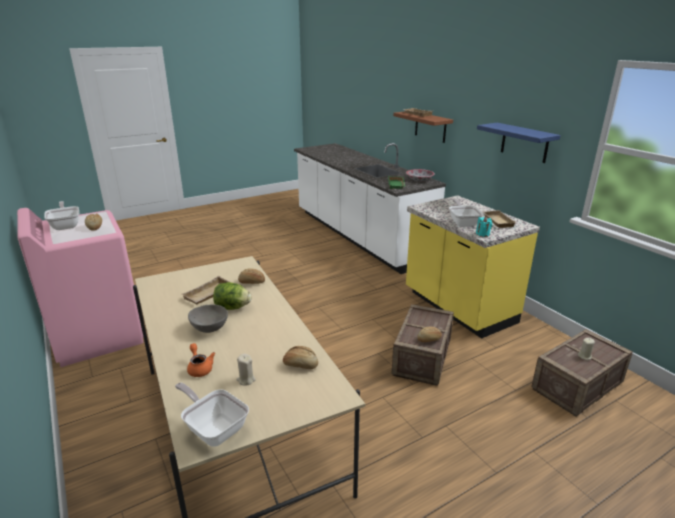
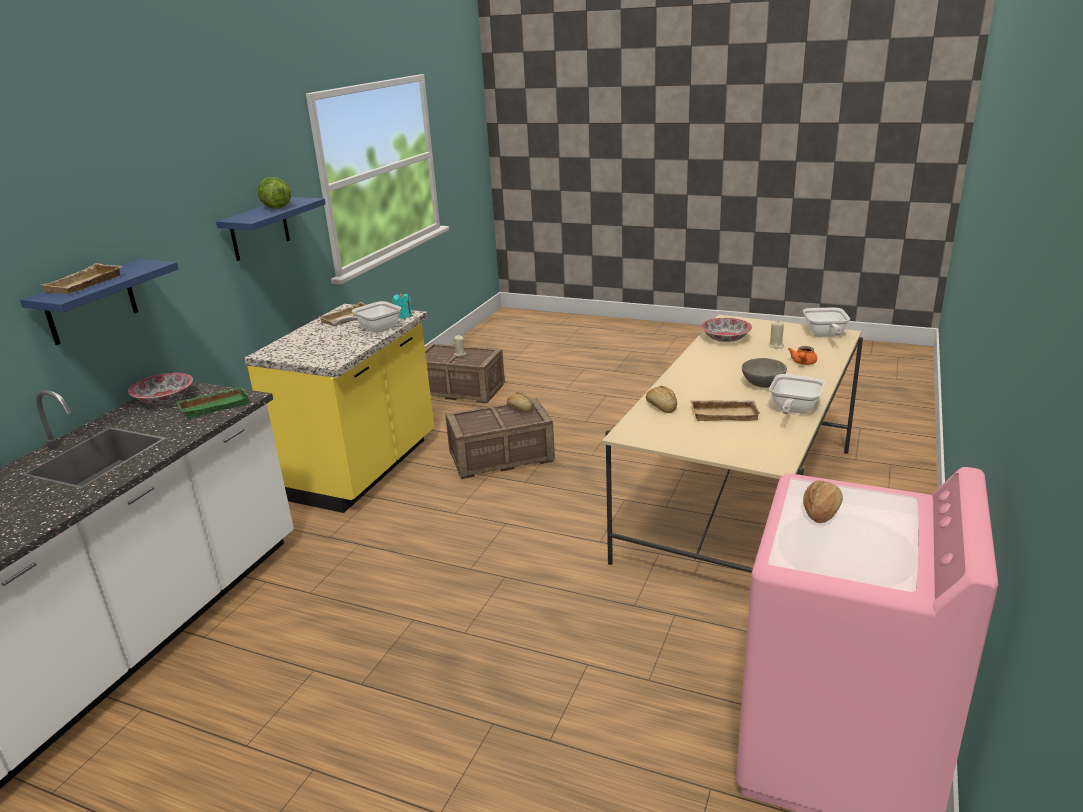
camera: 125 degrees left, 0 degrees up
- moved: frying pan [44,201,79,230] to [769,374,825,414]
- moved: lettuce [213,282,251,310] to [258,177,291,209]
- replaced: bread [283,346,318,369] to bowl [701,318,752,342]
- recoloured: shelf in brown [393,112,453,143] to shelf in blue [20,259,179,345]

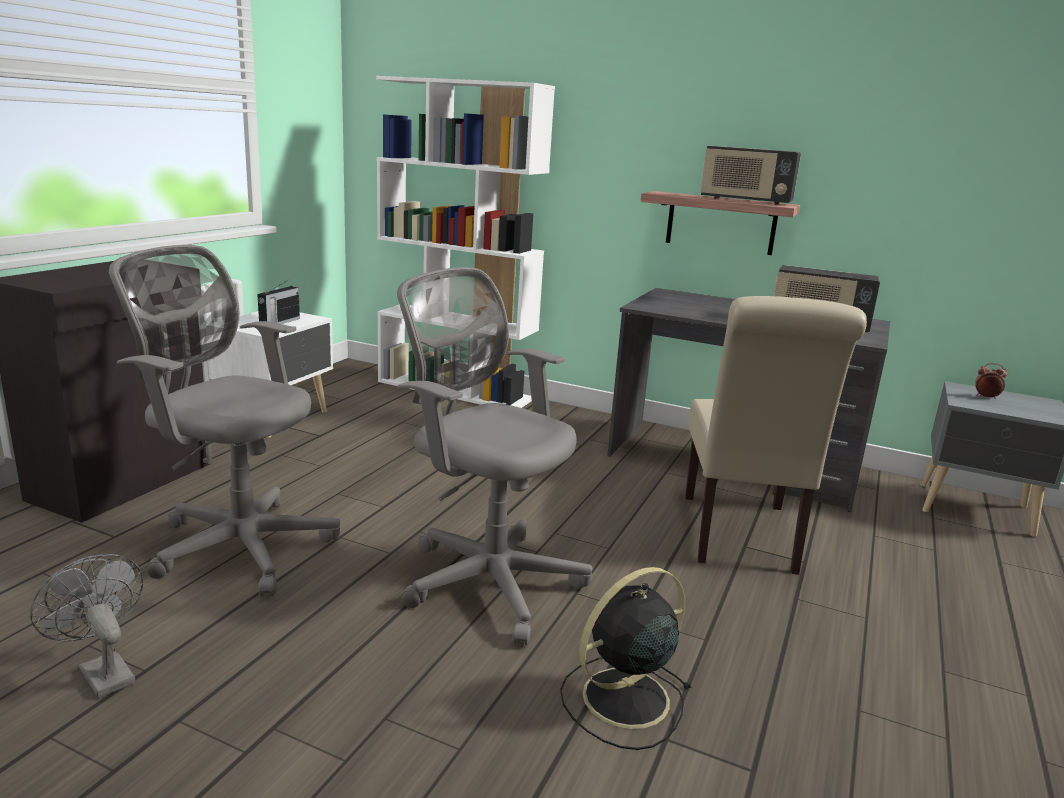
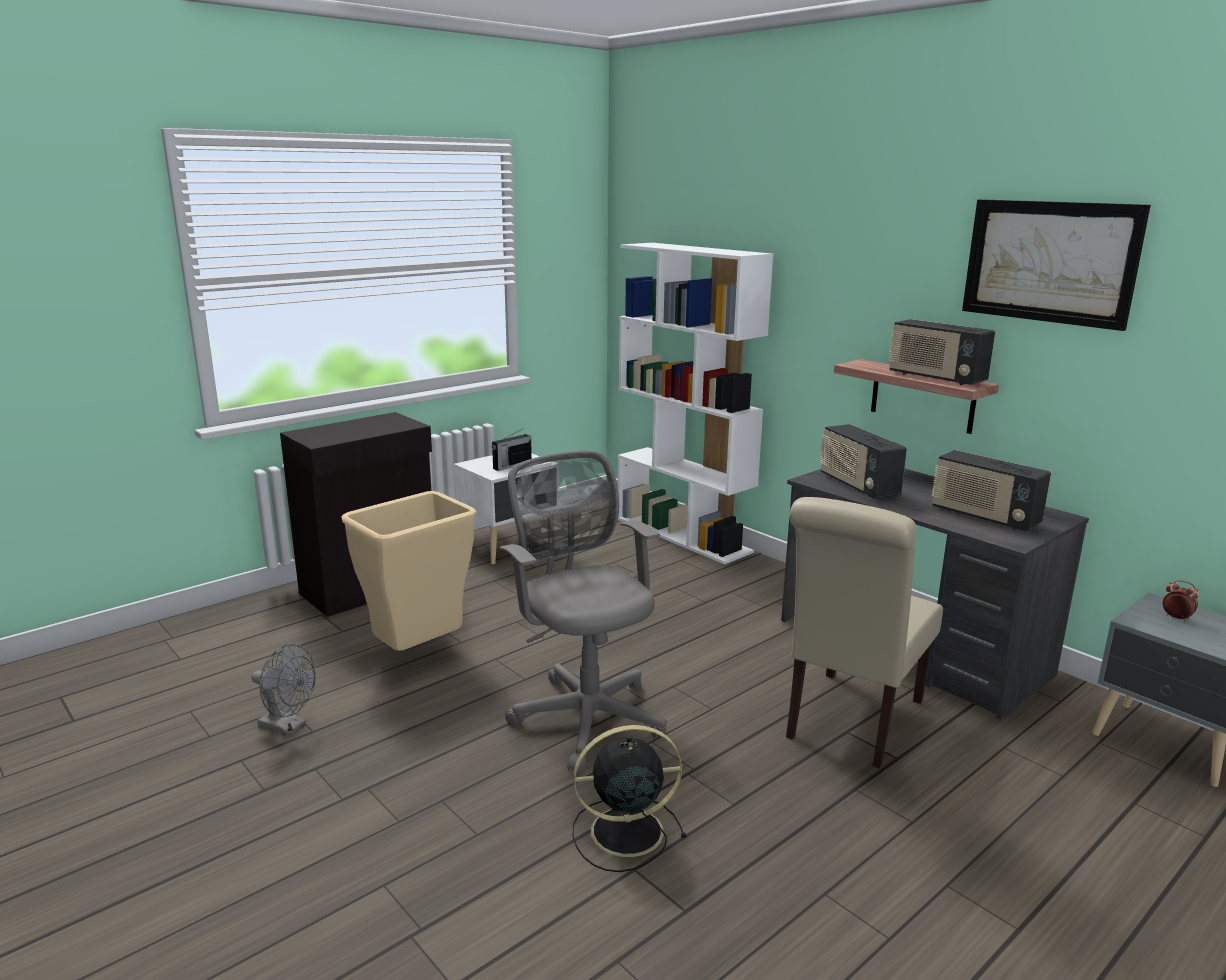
camera: 25 degrees right, 0 degrees up
- added: radio [820,424,907,499]
- added: picture [962,199,1151,331]
- replaced: office chair in grey [109,245,340,597] to trash can in beige [341,491,476,651]
- turned: fan in grey [30,554,143,698] = [251,644,316,735] 135 degrees clockwise

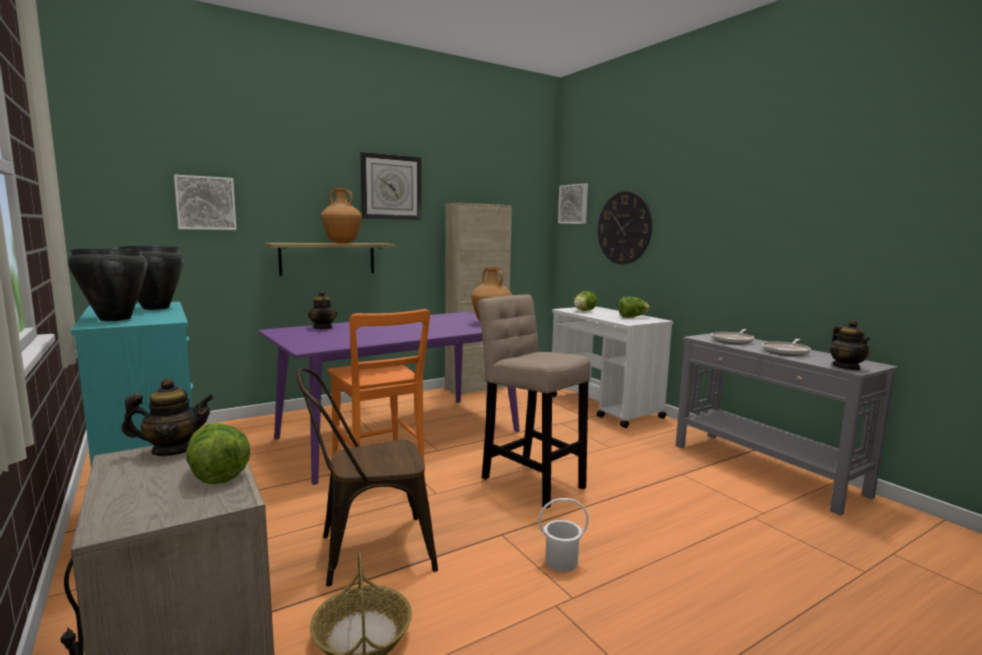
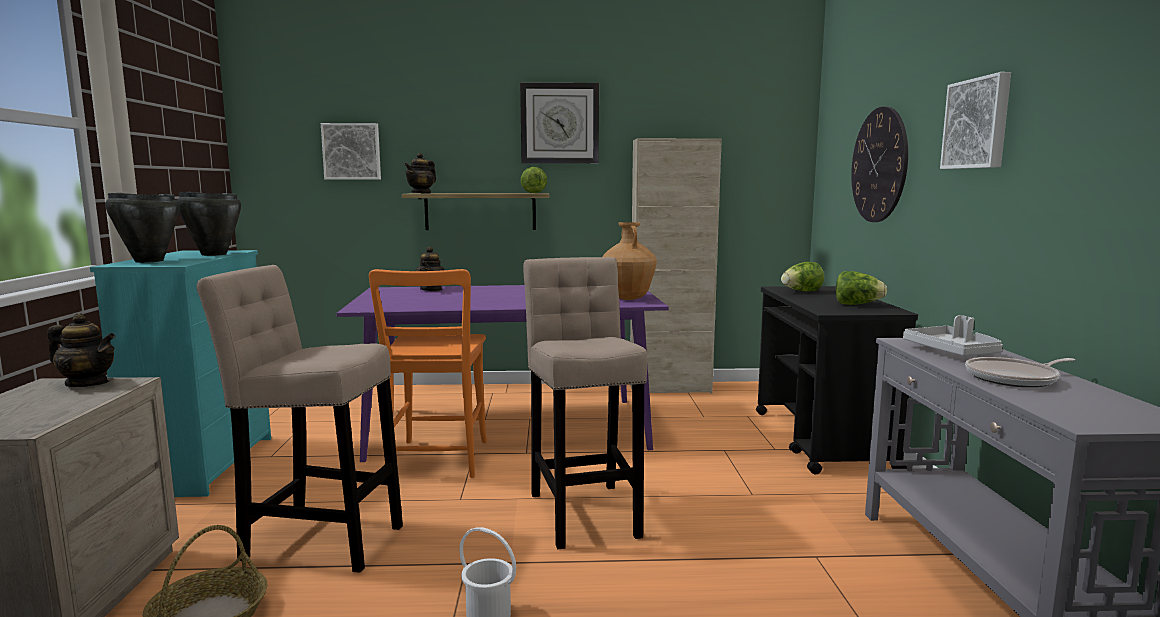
camera: 30 degrees right, 0 degrees up
- removed: vase in brown [321,188,362,243]
- moved: lettuce [186,423,250,484] to [521,167,547,193]
- moved: picture [558,183,588,224] to [940,72,1011,169]
- moved: teapot [829,320,870,371] to [404,153,436,193]
- replaced: chair in brown [296,367,438,587] to stool in beige [196,265,403,573]
- replaced: frying pan [711,329,754,345] to tray in grey [903,315,1003,356]
- recoloured: cart in white [552,307,673,428] to cart in black [756,286,918,475]

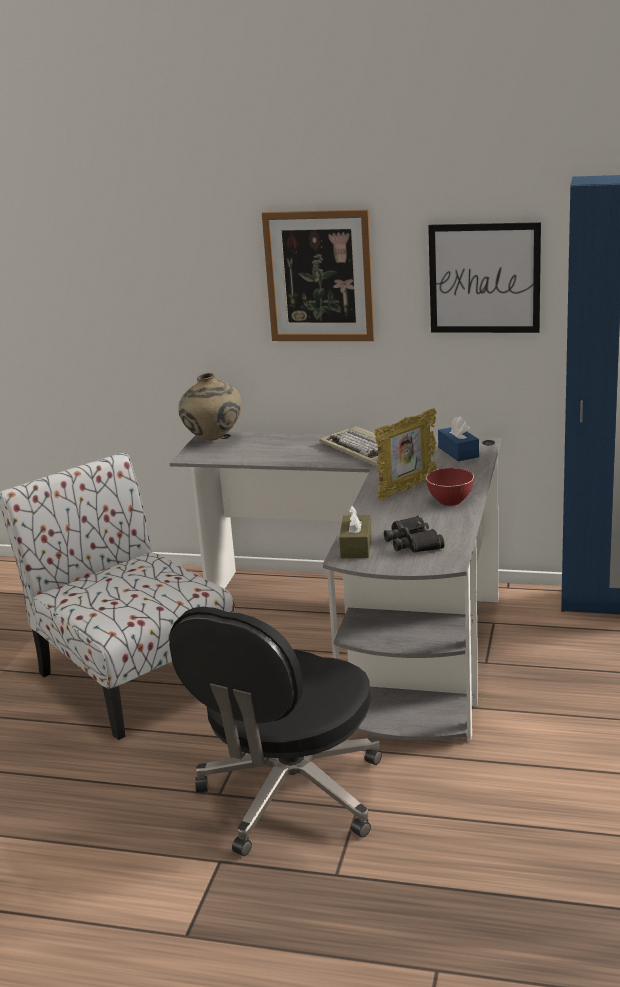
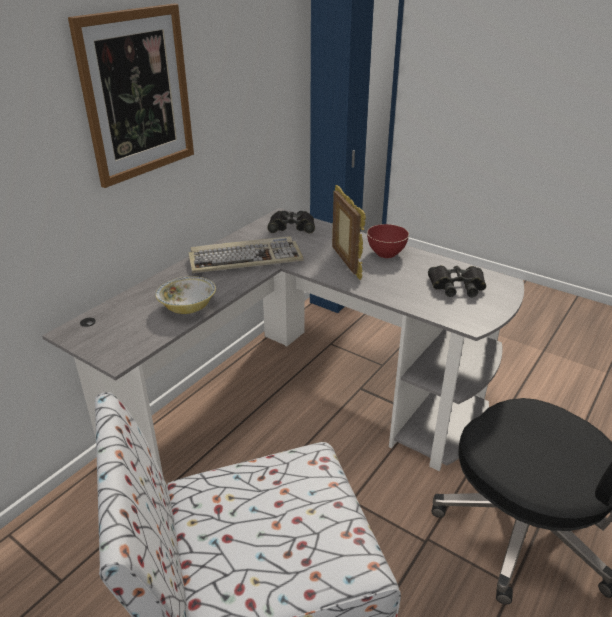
camera: 70 degrees left, 10 degrees up
- removed: vase in beige [178,373,242,441]
- removed: tissue box in brown [339,505,372,558]
- removed: picture [428,222,541,333]
- added: bowl [156,276,216,314]
- replaced: tissue box in blue [438,416,479,462] to binoculars in black [268,211,315,234]

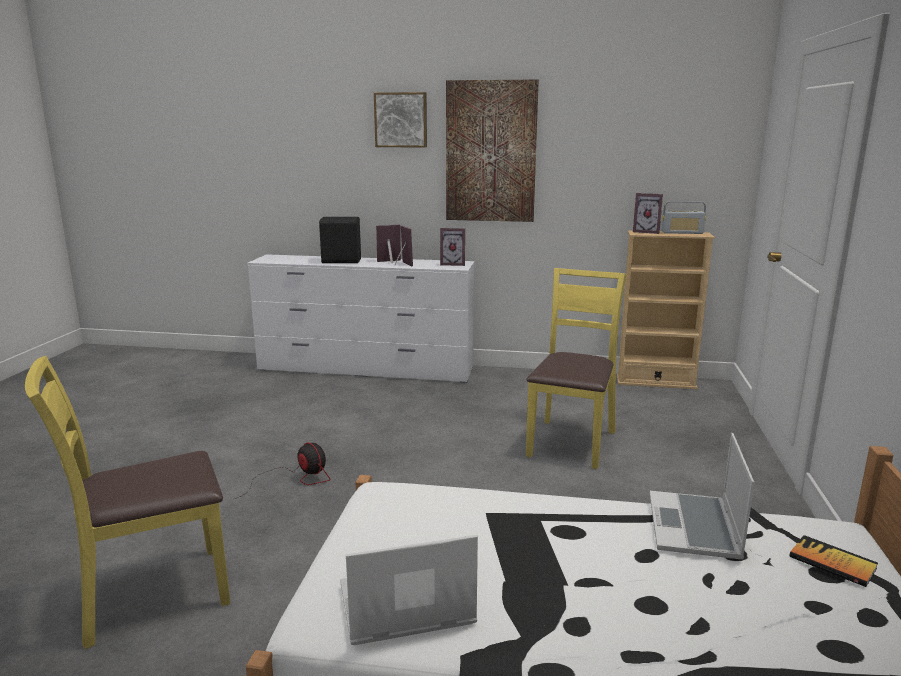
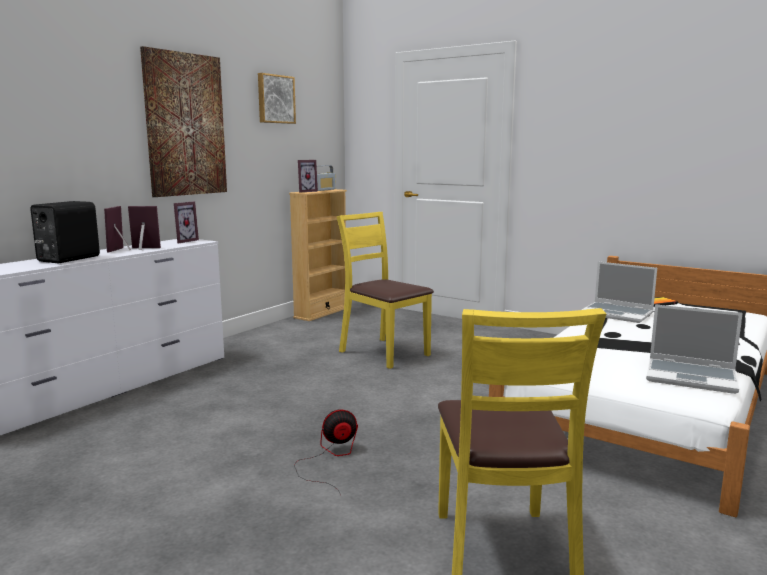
camera: 65 degrees left, 5 degrees down
- moved: picture [374,92,427,148] to [258,73,296,124]
- turned: laptop [340,535,478,645] = [646,304,743,394] 75 degrees counterclockwise

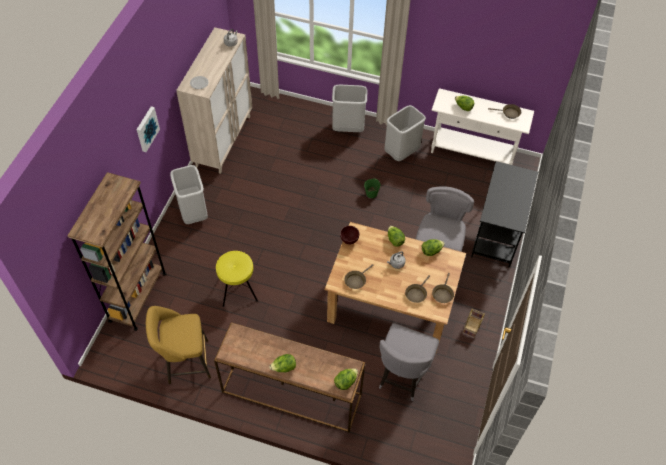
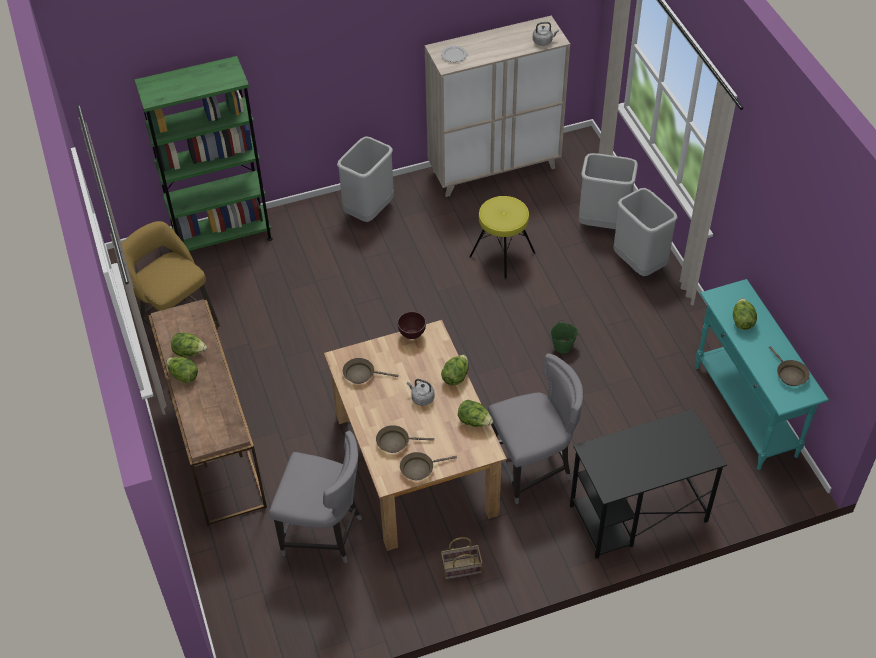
camera: 55 degrees right, 5 degrees down
- removed: picture [136,106,160,152]
- moved: stool in yellow [216,251,258,307] to [469,196,536,280]
- moved: lettuce [334,368,358,390] to [171,333,207,357]
- moved: trash can in grey [384,105,426,161] to [579,153,638,229]
- recoloured: bookcase in brown [67,172,166,331] to bookcase in green [134,56,272,251]
- recoloured: console table in white [431,88,534,165] to console table in turquoise [695,279,829,470]
- turned: chair in grey [379,323,439,401] = [269,431,362,563] 150 degrees counterclockwise

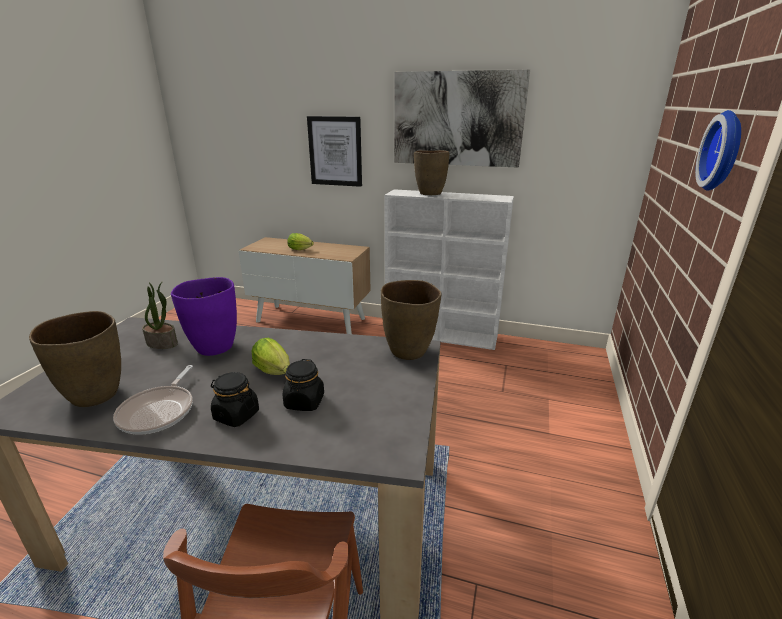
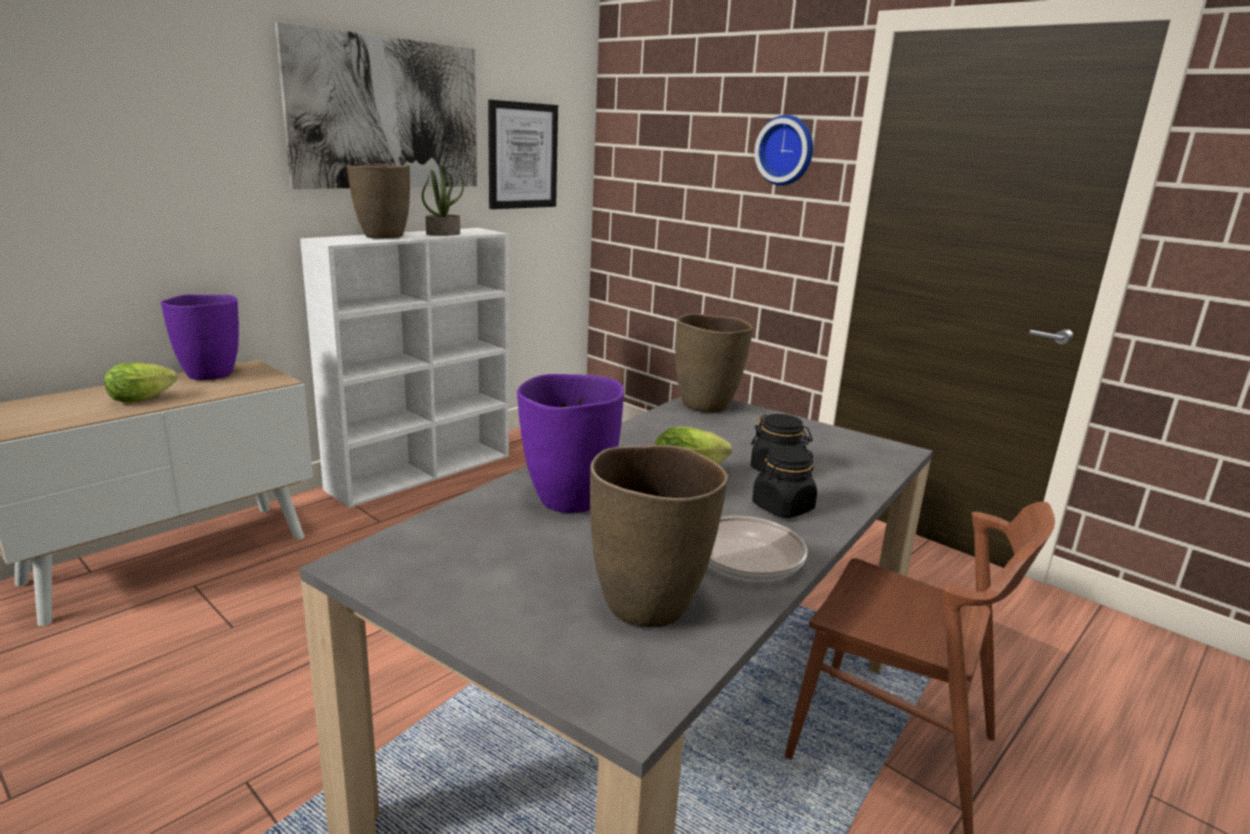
camera: 65 degrees left, 5 degrees down
- added: vase in purple [161,294,239,380]
- moved: potted plant [142,281,178,349] to [422,165,464,236]
- moved: picture [307,116,362,187] to [488,100,558,209]

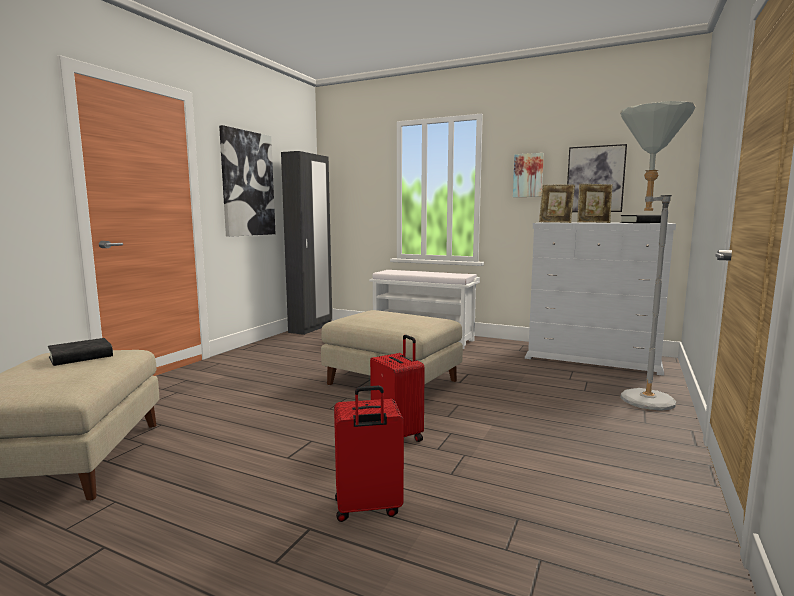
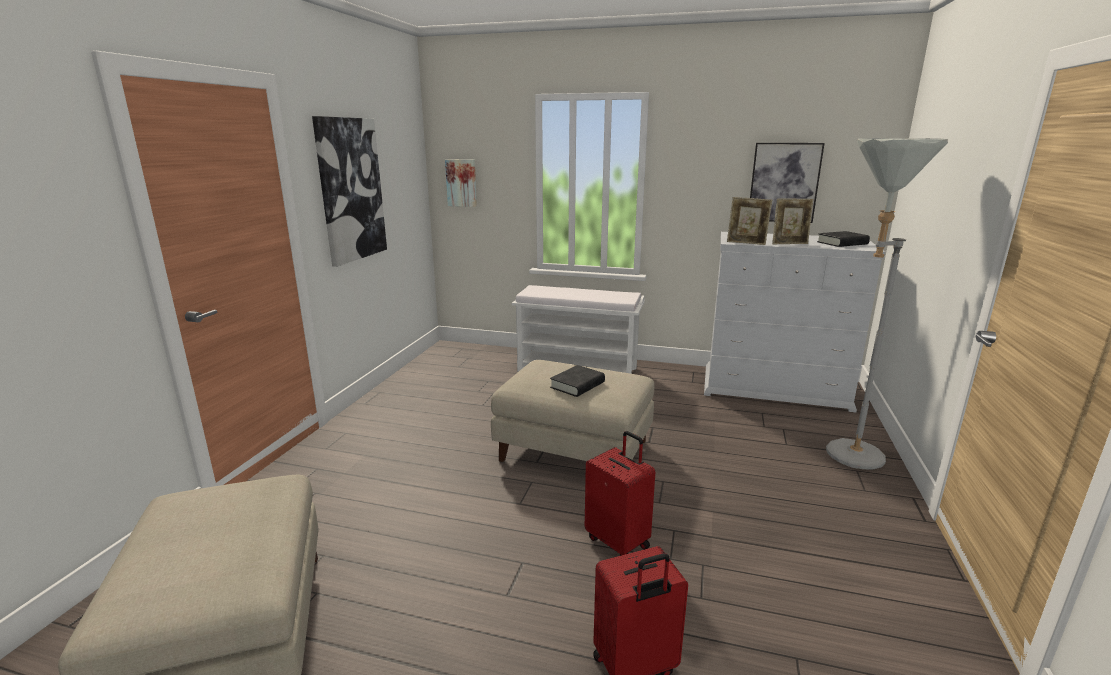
camera: 10 degrees left, 10 degrees up
- removed: wardrobe in black [281,151,332,335]
- moved: book in black [48,338,113,366] to [550,365,605,397]
- moved: picture [513,153,544,197] to [445,159,477,207]

